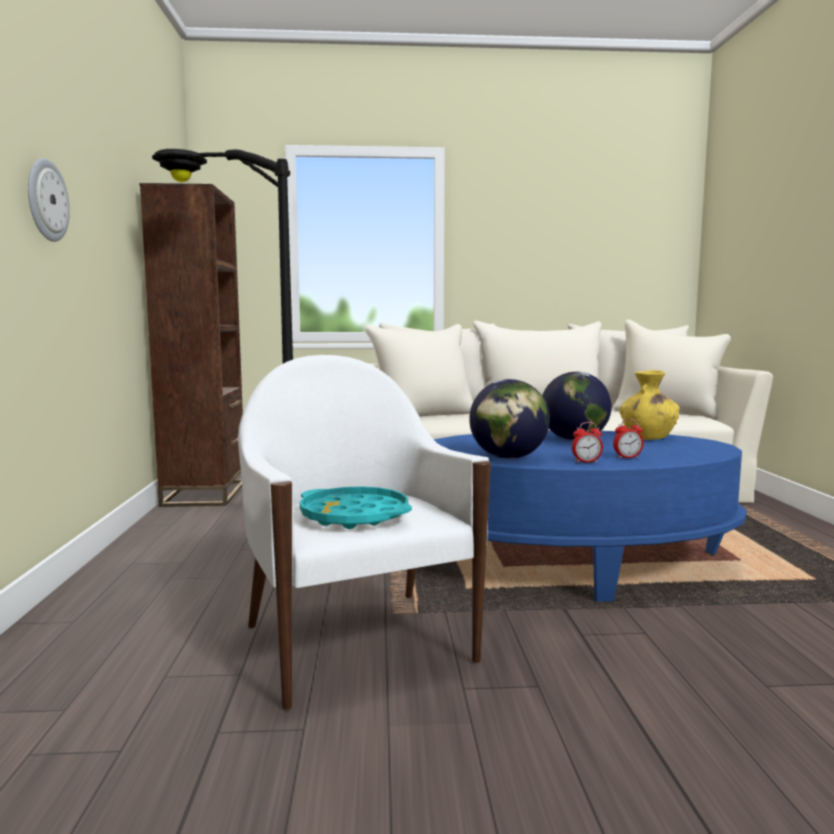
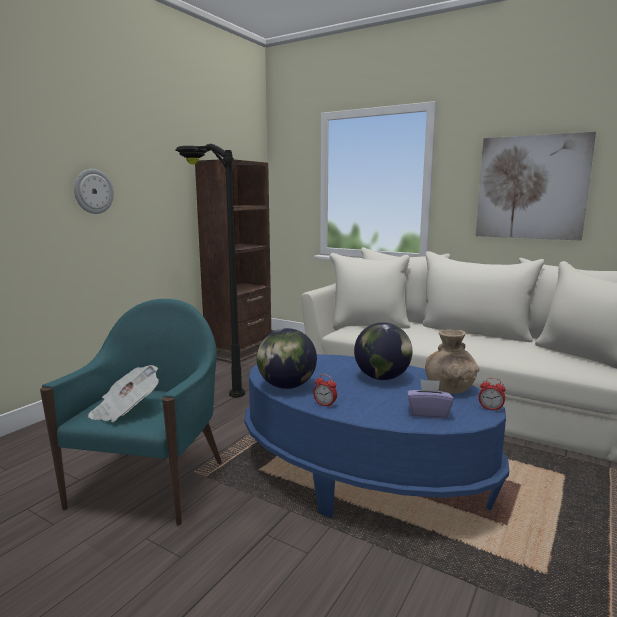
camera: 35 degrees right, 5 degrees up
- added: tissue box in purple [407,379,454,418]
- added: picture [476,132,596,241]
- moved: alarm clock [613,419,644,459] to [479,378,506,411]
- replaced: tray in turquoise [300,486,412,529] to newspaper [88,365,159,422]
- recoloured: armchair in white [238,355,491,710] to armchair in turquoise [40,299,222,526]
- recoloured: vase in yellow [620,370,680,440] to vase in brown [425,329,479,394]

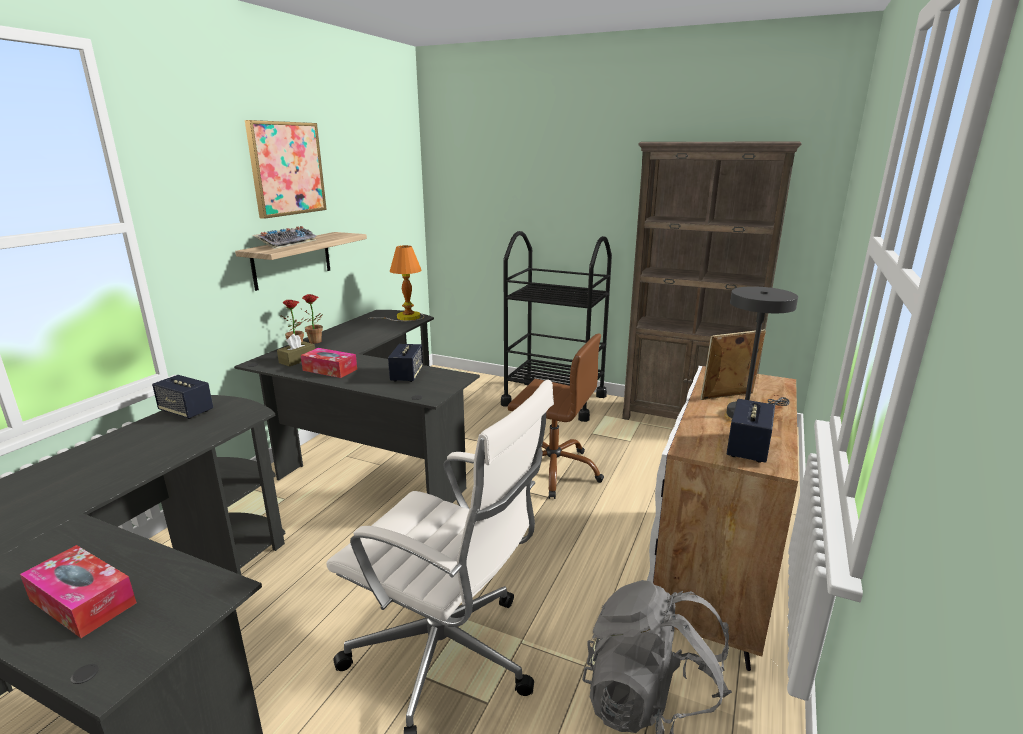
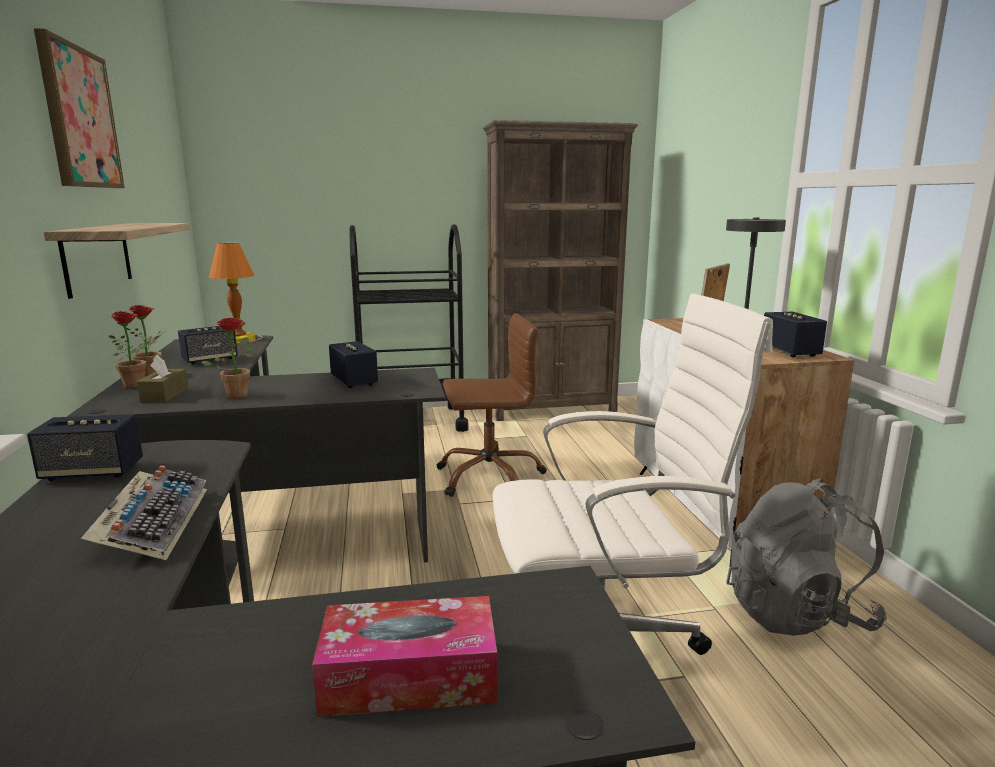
camera: 35 degrees left, 5 degrees down
- added: speaker [178,326,238,364]
- moved: keyboard [253,226,316,249] to [81,465,207,560]
- replaced: tissue box [301,348,357,378] to potted plant [201,318,254,399]

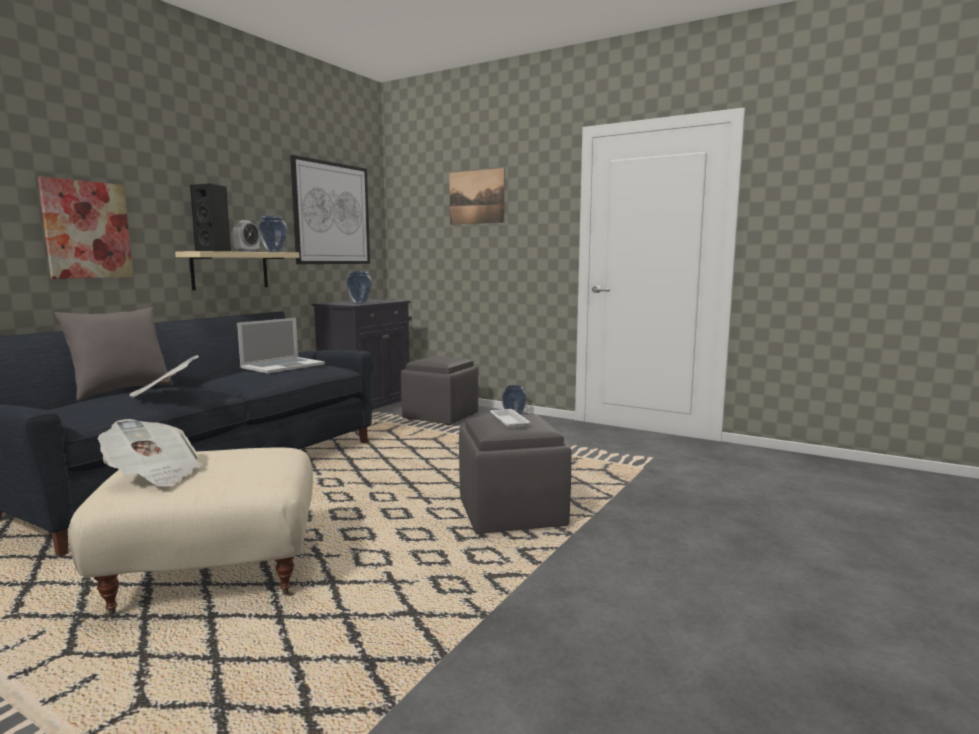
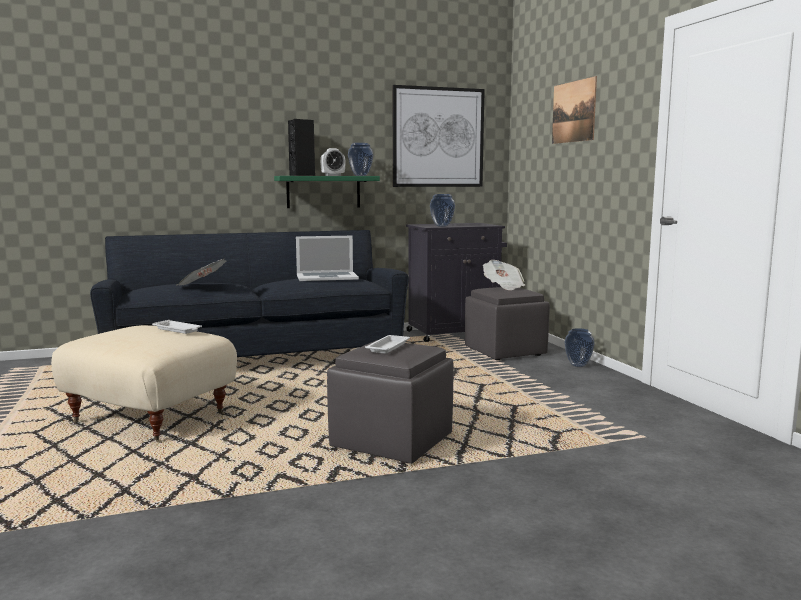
camera: 40 degrees right, 0 degrees up
- removed: picture [38,177,133,279]
- removed: pillow in grey [54,308,173,401]
- added: tray in white [152,320,202,334]
- moved: newspaper [98,419,202,487] to [483,260,525,290]
- recoloured: shelf in beige [175,251,300,290] to shelf in green [274,176,380,208]

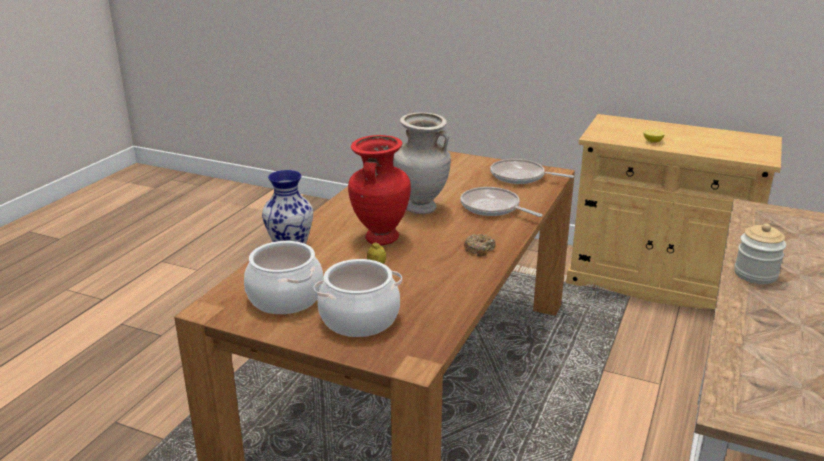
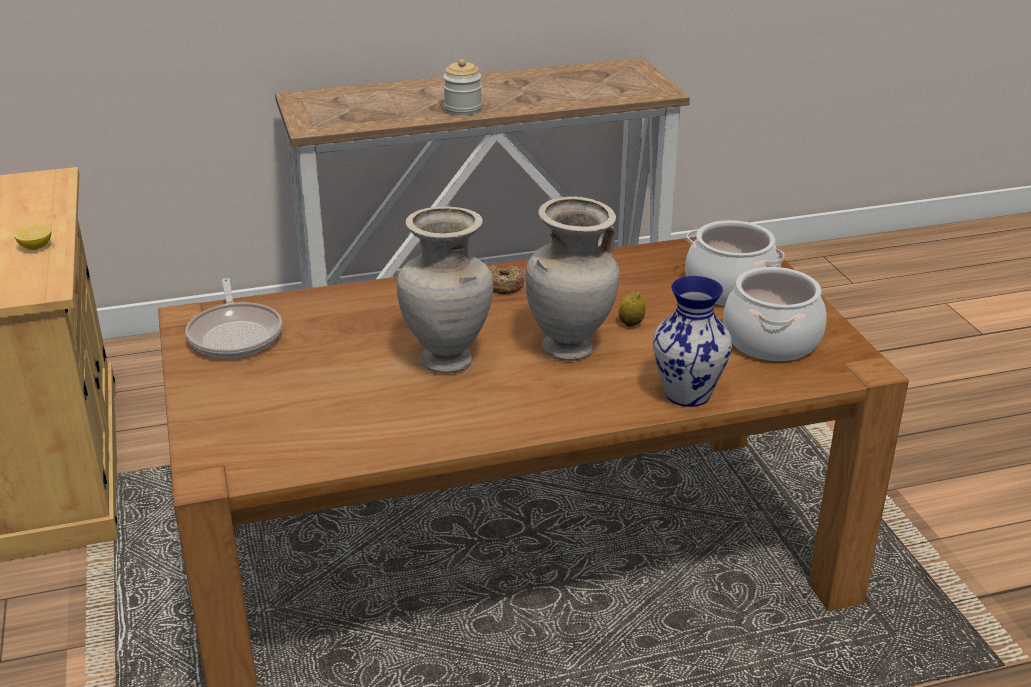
camera: 130 degrees left, 5 degrees up
- removed: frying pan [461,187,543,217]
- recoloured: vase in red [348,135,411,245] to vase in beige [525,196,620,361]

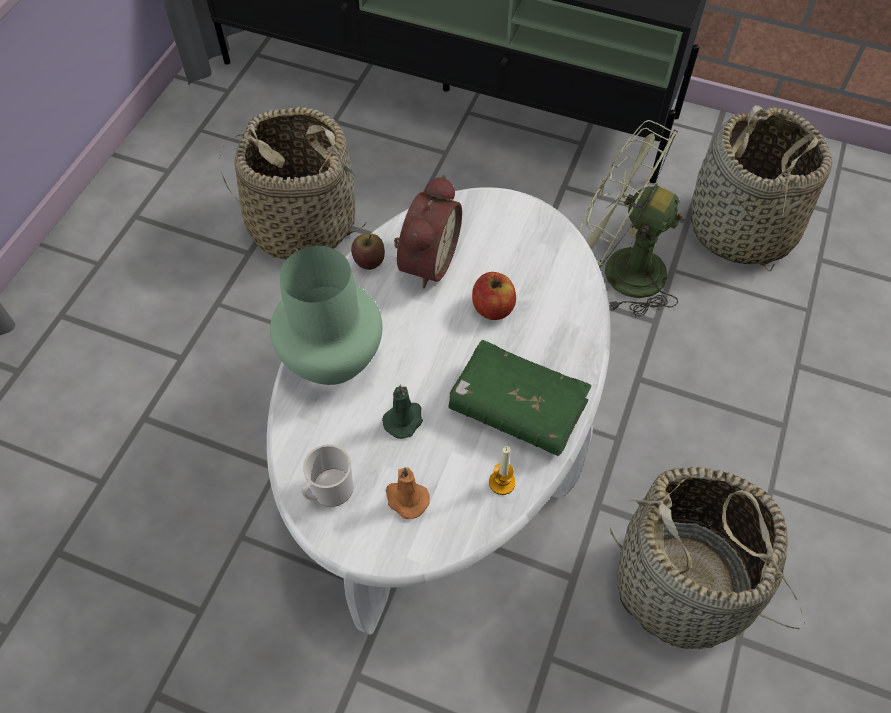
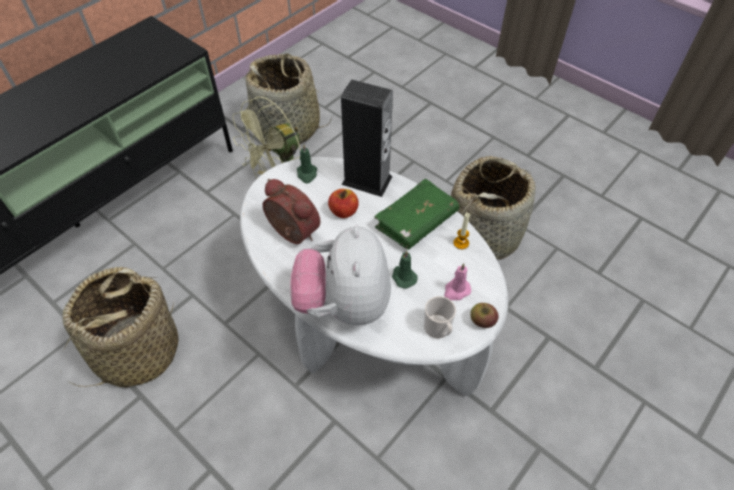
camera: 70 degrees left, 5 degrees down
- added: candle in green [297,144,317,183]
- added: speaker [341,80,393,197]
- moved: apple [351,233,385,270] to [470,303,499,328]
- replaced: vase in green [270,246,382,385] to plush toy [290,226,391,325]
- recoloured: candle in orange [386,467,430,519] to candle in pink [444,263,471,300]

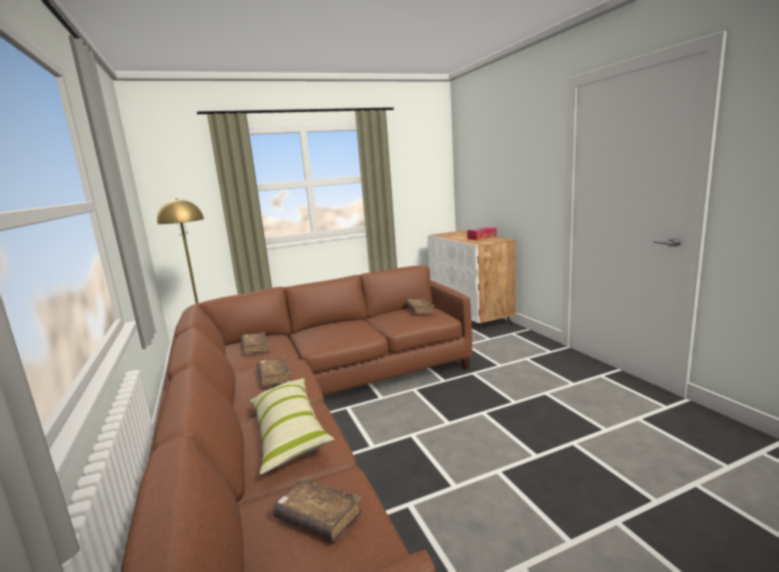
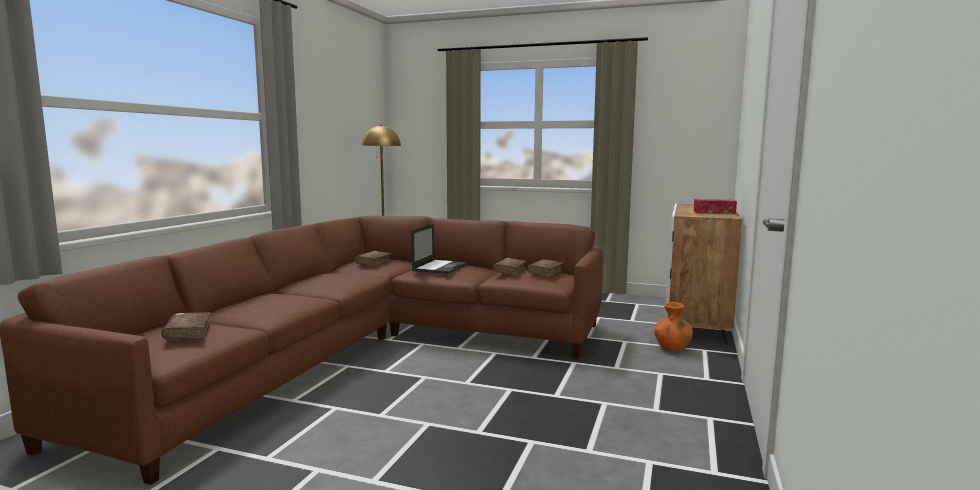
camera: 40 degrees right, 5 degrees down
- removed: pillow [249,378,335,475]
- added: laptop [412,224,468,274]
- added: vase in orange [654,302,693,352]
- moved: book in brown [257,358,291,386] to [493,258,527,276]

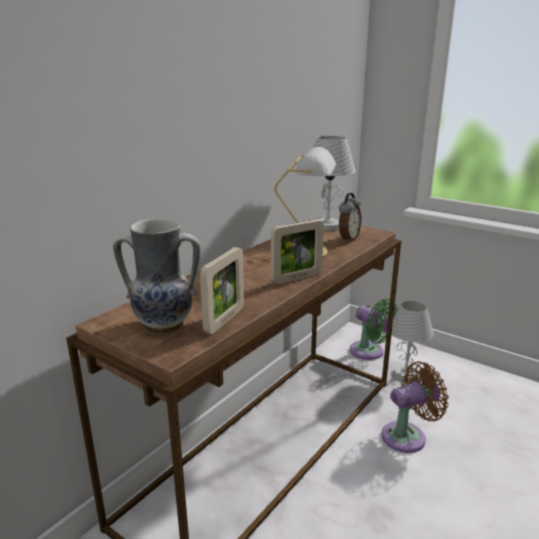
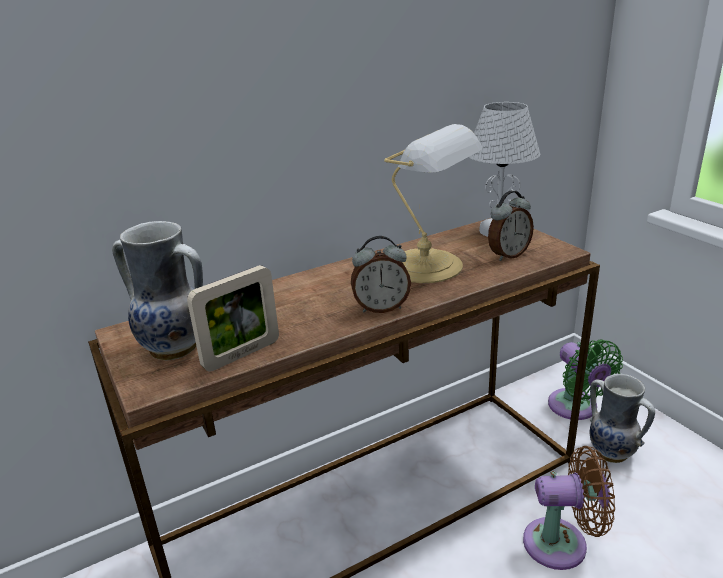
camera: 25 degrees right, 5 degrees up
- replaced: picture frame [271,219,324,284] to alarm clock [351,236,411,313]
- replaced: table lamp in white [391,300,434,380] to vase [590,374,655,463]

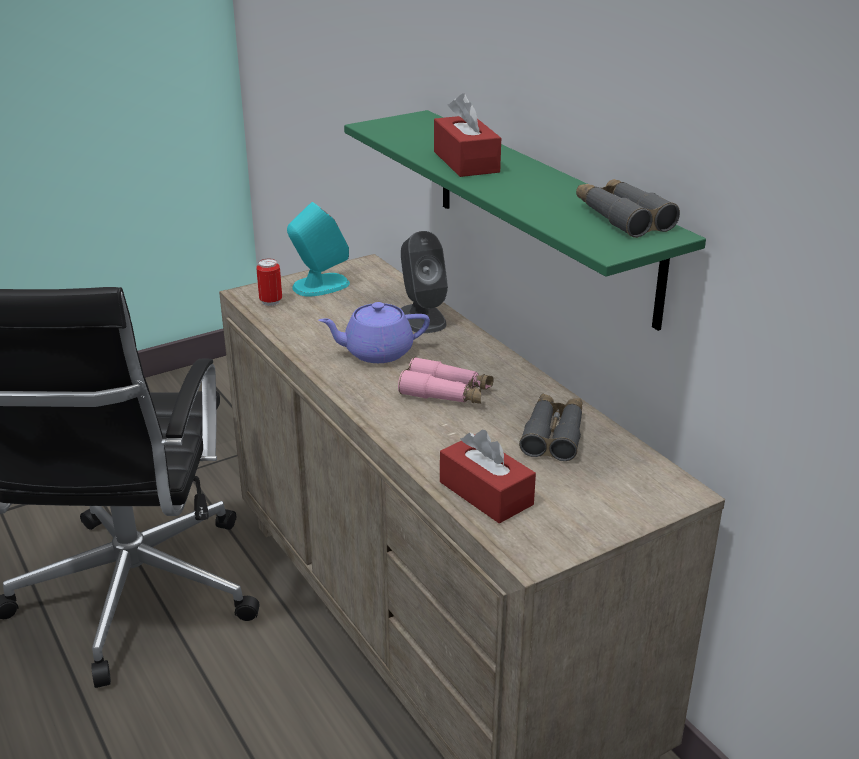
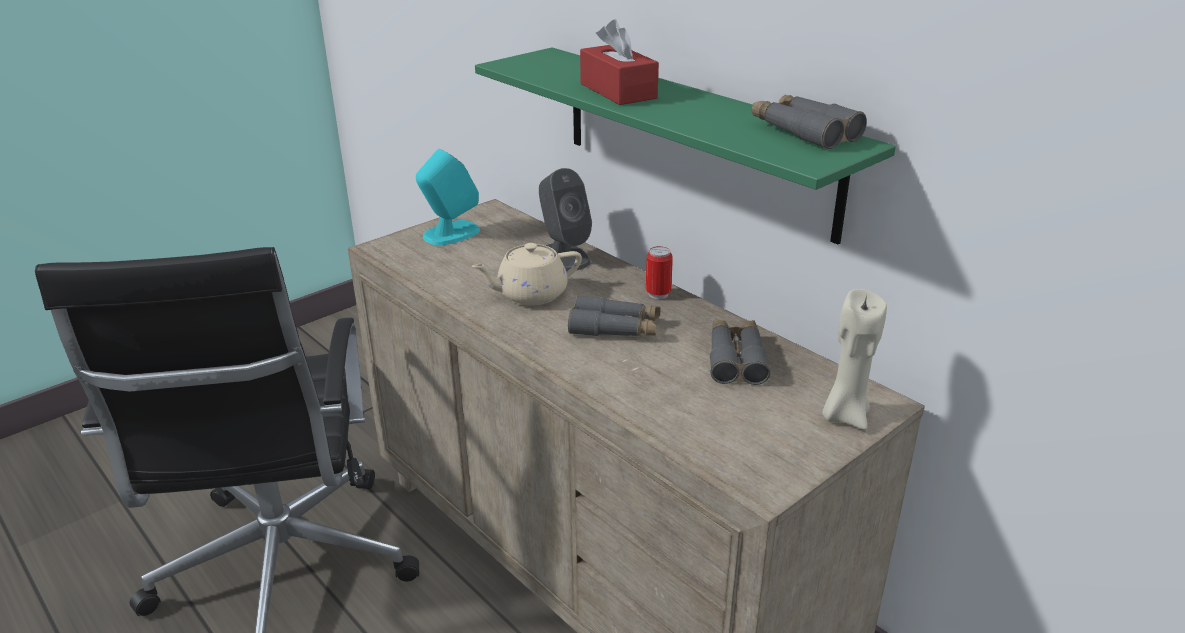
camera: 10 degrees left, 0 degrees up
- removed: tissue box in red [440,430,536,523]
- added: candle in beige [822,289,887,430]
- moved: can [256,259,282,306] to [646,246,673,299]
- recoloured: teapot in purple [319,302,430,363] to teapot in beige [472,243,582,306]
- recoloured: binoculars in pink [398,357,493,404] to binoculars in grey [568,295,661,336]

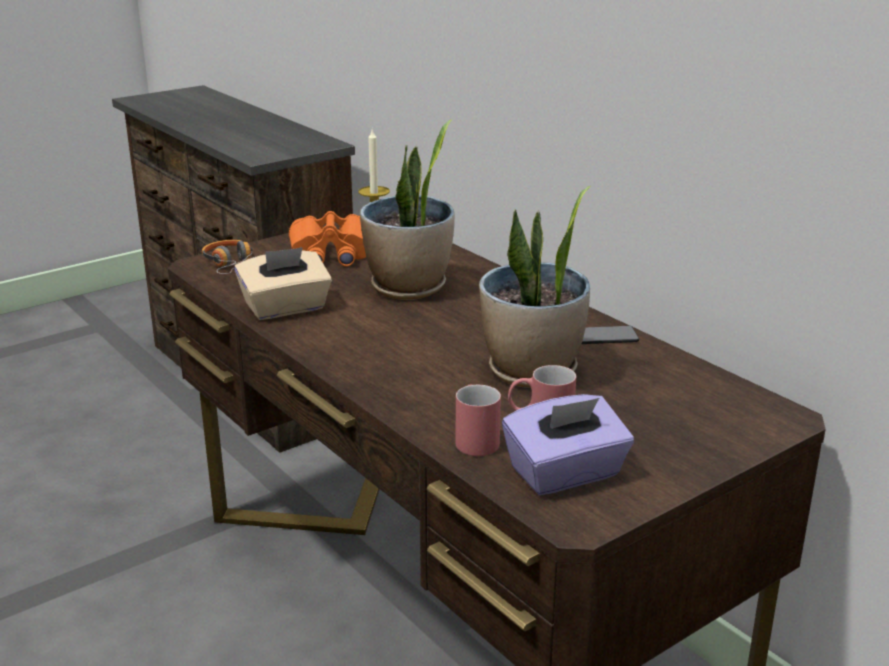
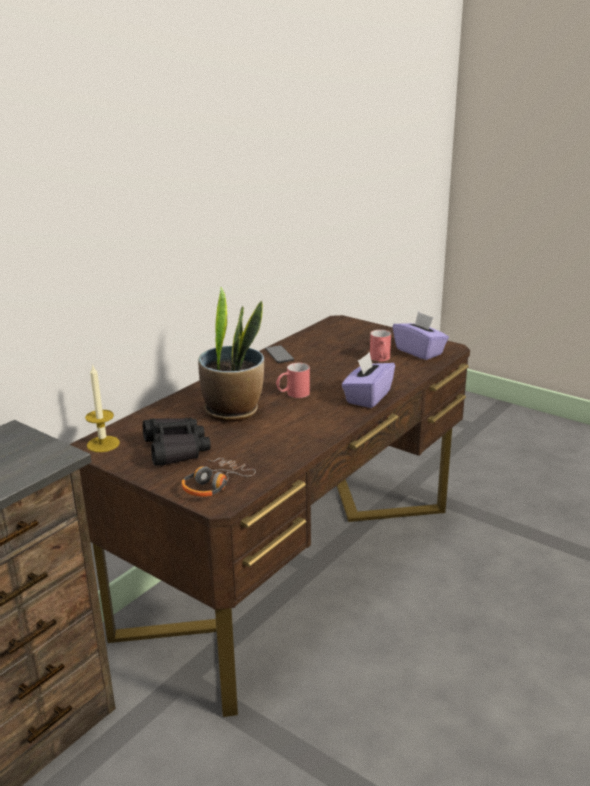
camera: 105 degrees left, 0 degrees up
- removed: tissue box in beige [234,247,332,320]
- removed: potted plant [479,186,591,388]
- added: tissue box in purple [342,352,395,408]
- moved: mug in red [456,384,501,456] to [276,363,310,398]
- recoloured: binoculars in orange [289,211,366,266] to binoculars in black [143,418,211,466]

